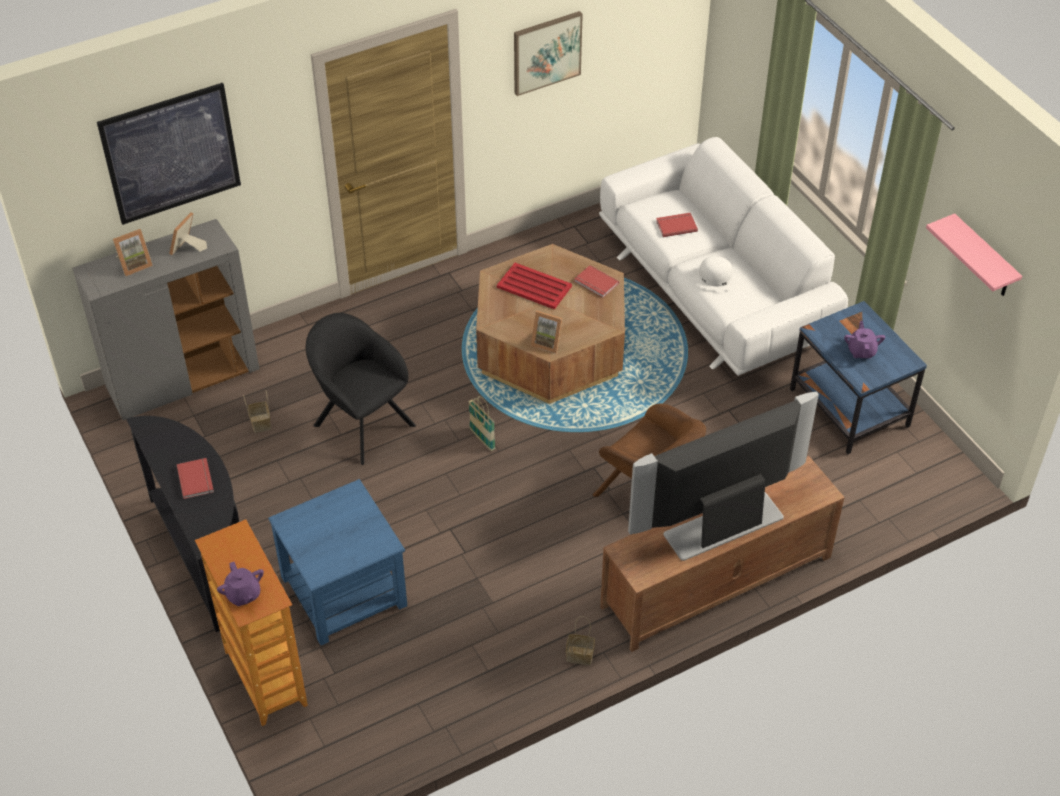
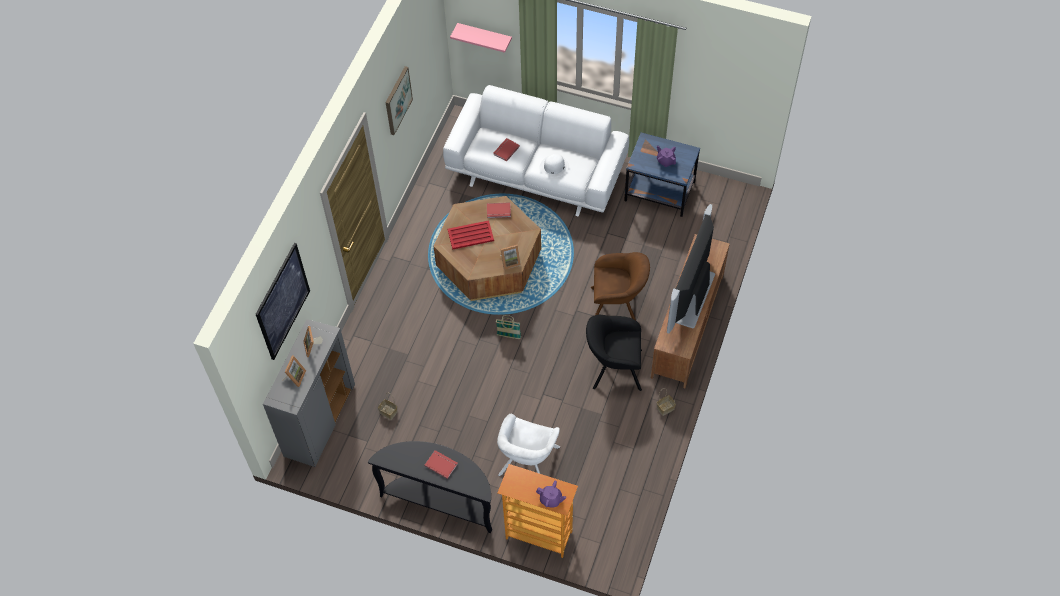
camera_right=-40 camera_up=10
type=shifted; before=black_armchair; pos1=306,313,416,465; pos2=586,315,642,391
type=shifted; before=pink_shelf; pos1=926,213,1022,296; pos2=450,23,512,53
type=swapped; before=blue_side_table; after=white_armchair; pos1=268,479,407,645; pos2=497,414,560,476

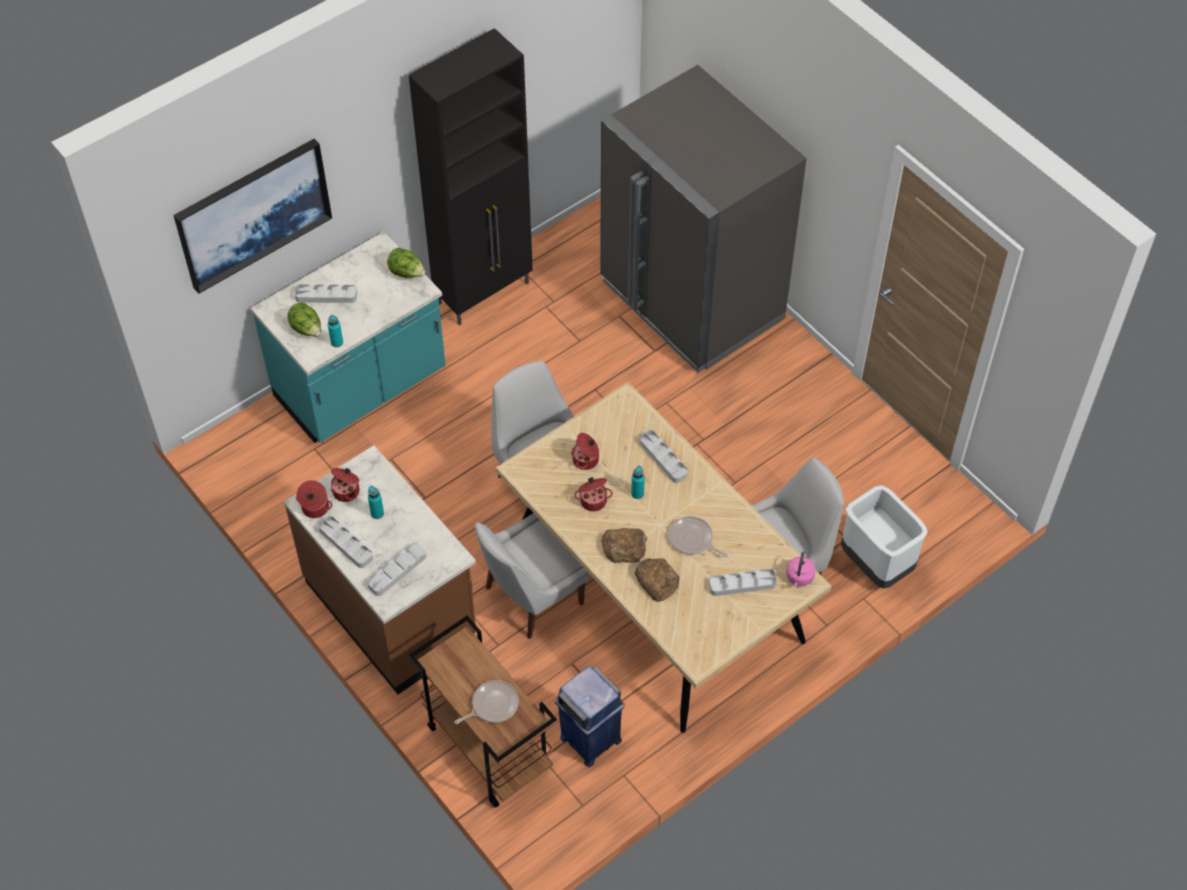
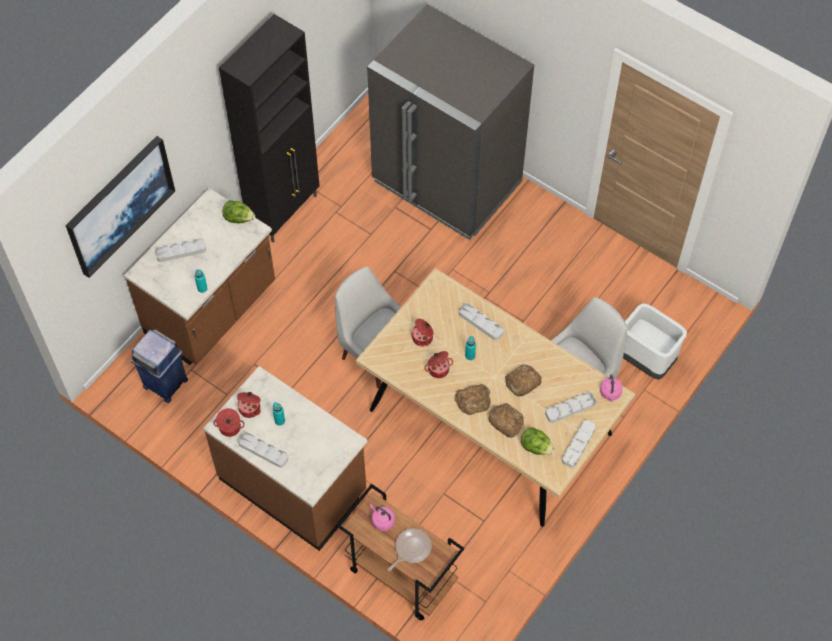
camera_right=-15 camera_up=5
type=gone; before=white_chair; pos1=475,513,589,639
type=new; after=pink_kettle; pos2=370,504,395,531
type=shifted; before=lettuce; pos1=288,302,321,337; pos2=521,427,555,455
type=shifted; before=grey_tray; pos1=367,542,426,596; pos2=562,420,596,468
type=shifted; before=blue_trash_can; pos1=555,666,625,767; pos2=131,329,188,403
type=swapped; before=frying_pan; after=bread; pos1=669,516,728,558; pos2=505,365,542,396
type=repainted; before=turquoise_counter; after=brown_counter; pos1=251,232,446,443; pos2=124,188,275,365

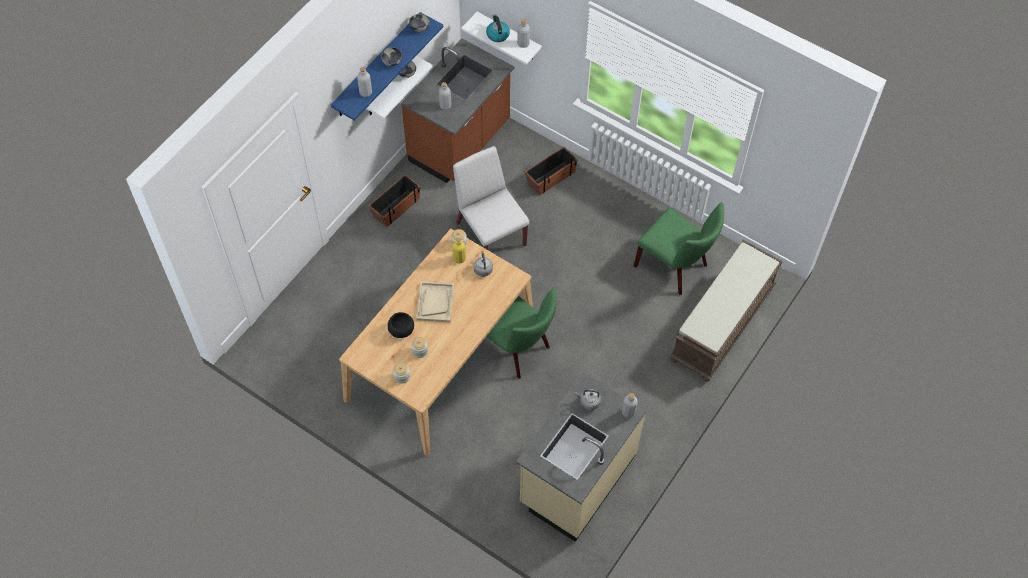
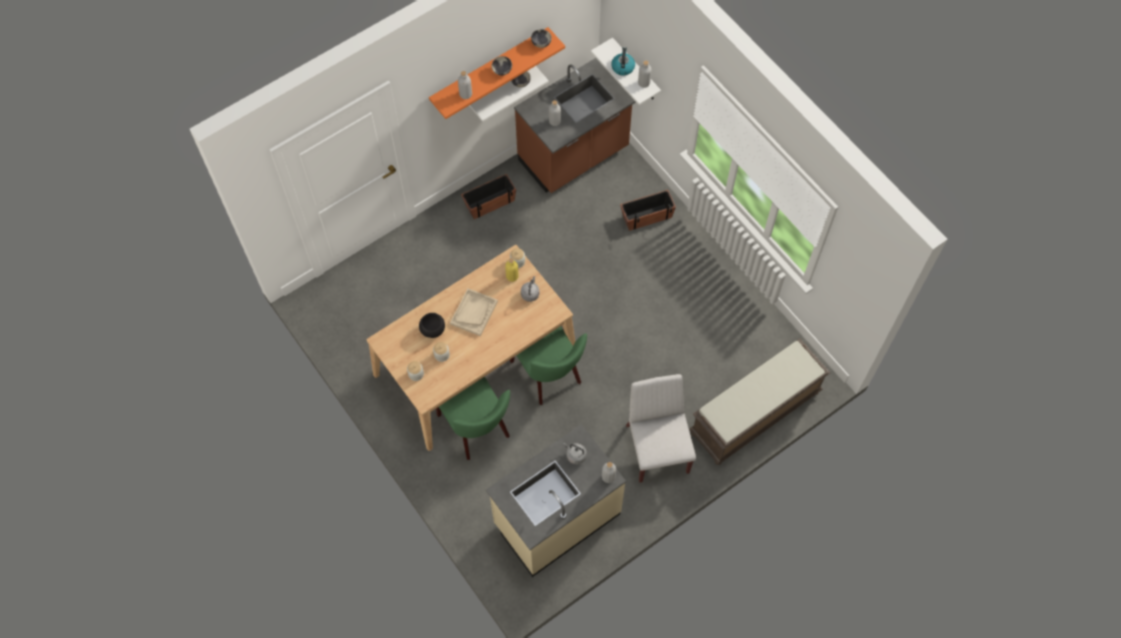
camera_right=20 camera_up=5
type=shifted; before=white_chair; pos1=453,146,530,250; pos2=626,374,696,483
type=shifted; before=green_chair; pos1=634,202,724,295; pos2=436,376,510,460
type=repainted; before=blue_shelf; after=orange_shelf; pos1=330,12,443,121; pos2=429,27,565,119

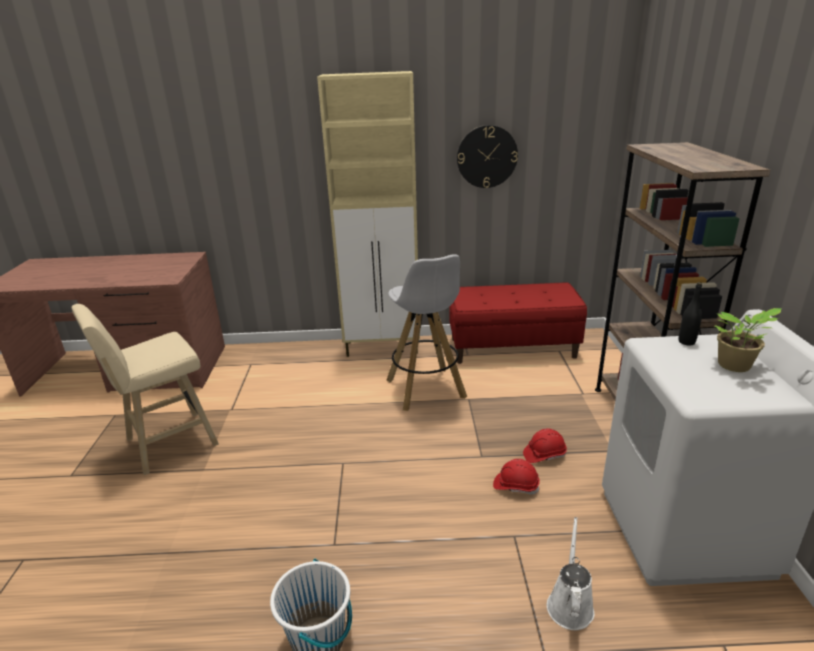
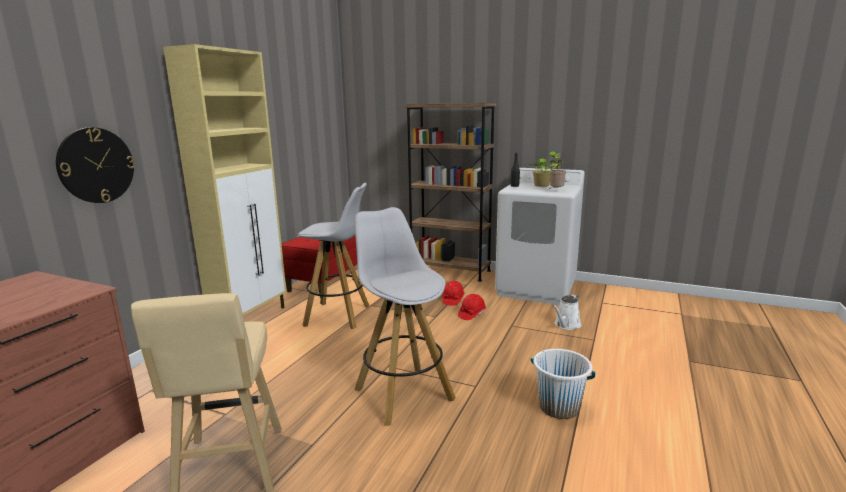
camera_right=-65 camera_up=-10
type=new; after=white_stool; pos2=354,207,456,426
type=new; after=potted_plant; pos2=549,155,566,190
type=shifted; before=wall_clock; pos1=457,125,518,188; pos2=56,127,135,203
type=rotated; before=white_watering_can; pos1=547,517,594,630; pos2=553,294,581,330; turn=-90

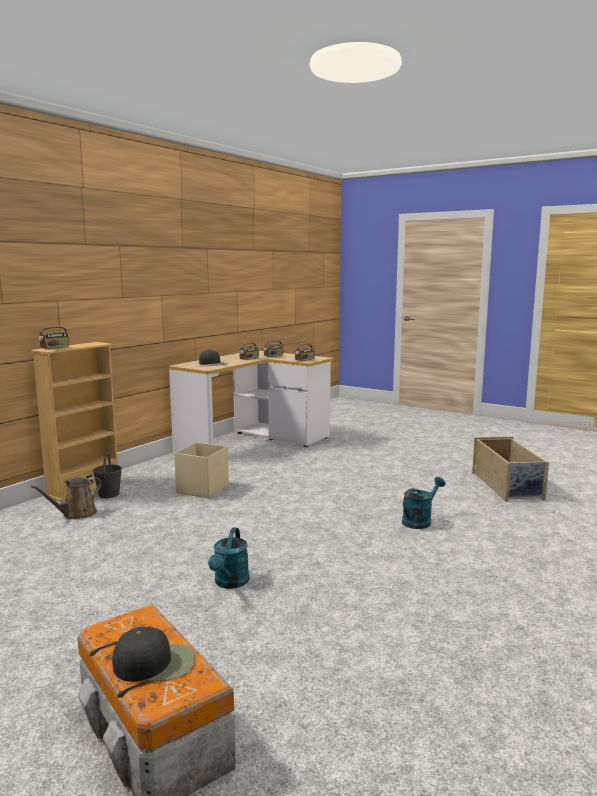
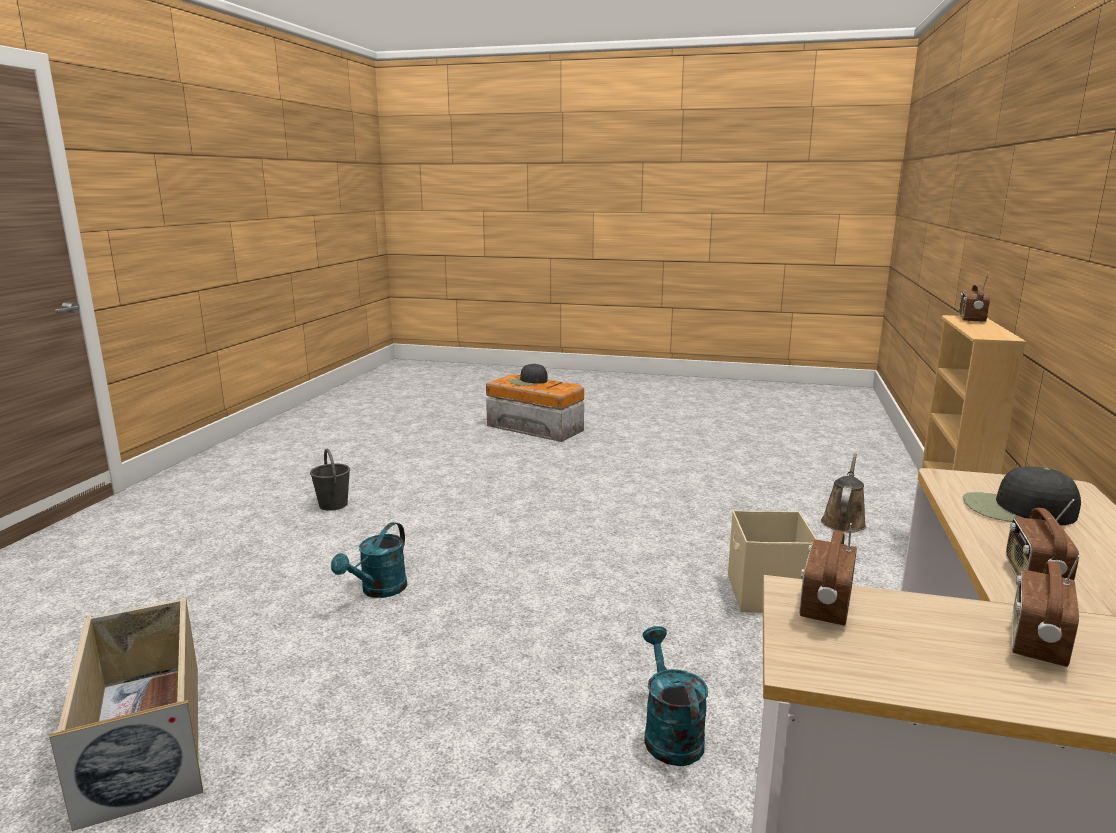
camera_right=160 camera_up=5
type=shifted; before=grey_bucket; pos1=93,453,122,498; pos2=310,448,350,511
type=shifted; before=turquoise_watering_can; pos1=208,528,249,589; pos2=643,626,708,766

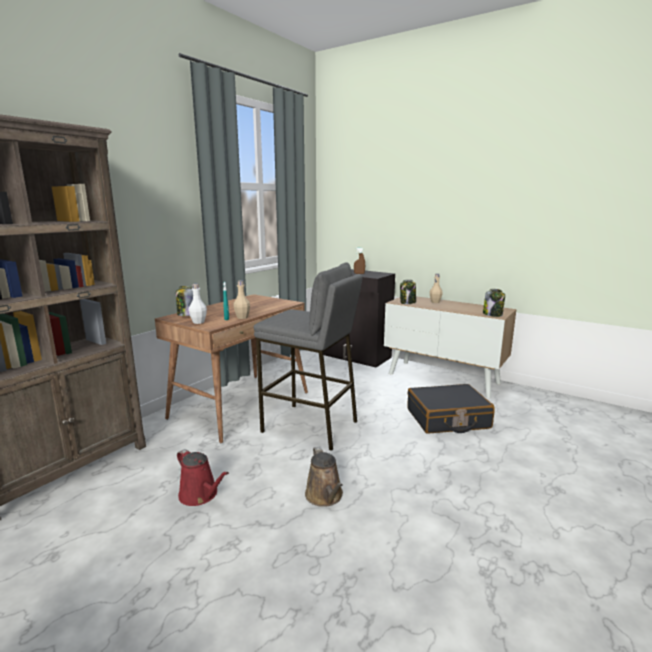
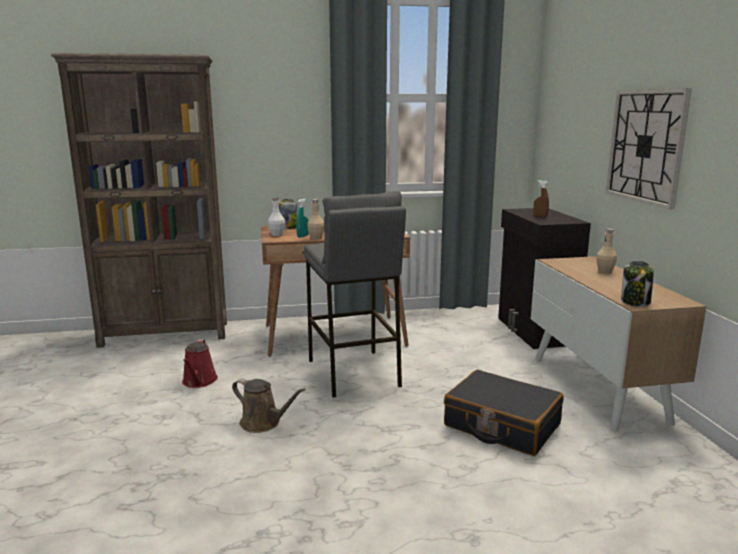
camera_right=45 camera_up=0
type=gone; before=jar; pos1=400,279,416,304
type=new; after=wall_clock; pos2=606,88,692,209
type=rotated; before=brown_watering_can; pos1=305,446,343,507; pos2=232,379,306,433; turn=-90

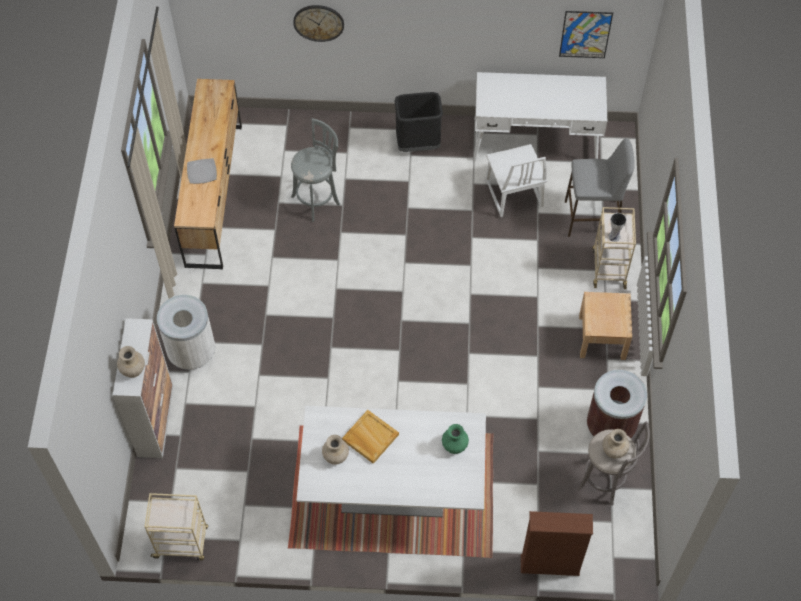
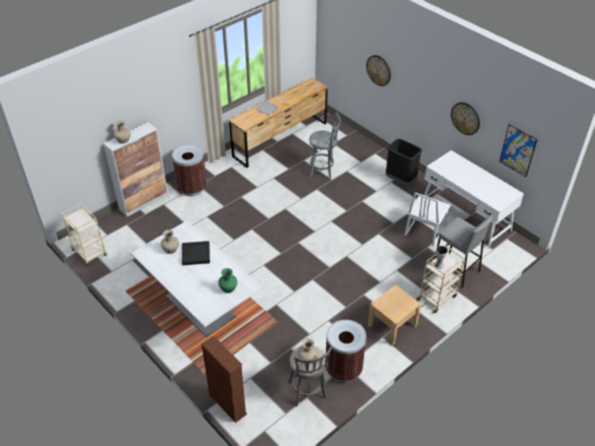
camera_right=45 camera_up=-15
type=new; after=wall_clock; pos2=451,102,480,135
type=repainted; before=white_trash_can; after=brown_trash_can; pos1=157,295,215,370; pos2=172,144,207,196
type=repainted; before=beige_tray; after=black_tray; pos1=342,410,399,464; pos2=182,241,210,265

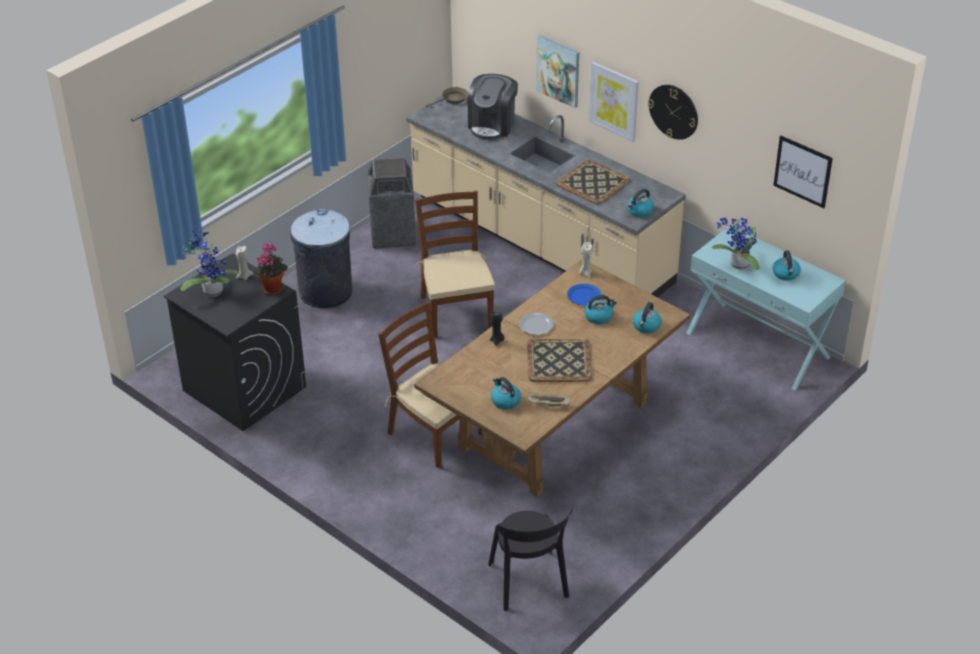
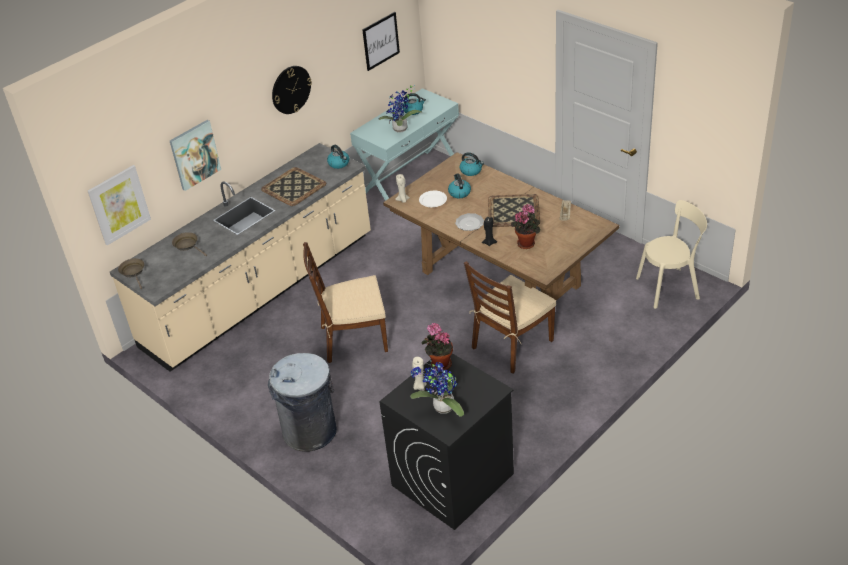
camera_right=-85 camera_up=0
type=gone; before=trash_can; pos1=367,158,416,249
type=gone; before=kettle; pos1=491,377,521,409
type=new; after=potted_plant; pos2=511,204,540,249
type=shifted; before=picture; pos1=589,62,639,142; pos2=87,165,151,245
type=swapped; before=coffee_machine; after=brown_frying_pan; pos1=467,74,518,140; pos2=172,232,207,256
type=repainted; before=black_chair; after=beige_chair; pos1=488,509,573,611; pos2=636,200,707,309
type=repainted; before=blue_plate; after=white_plate; pos1=567,284,602,306; pos2=419,191,447,207

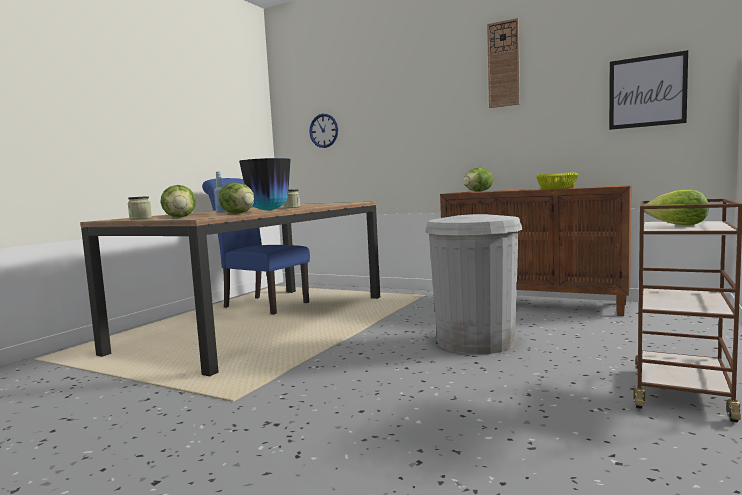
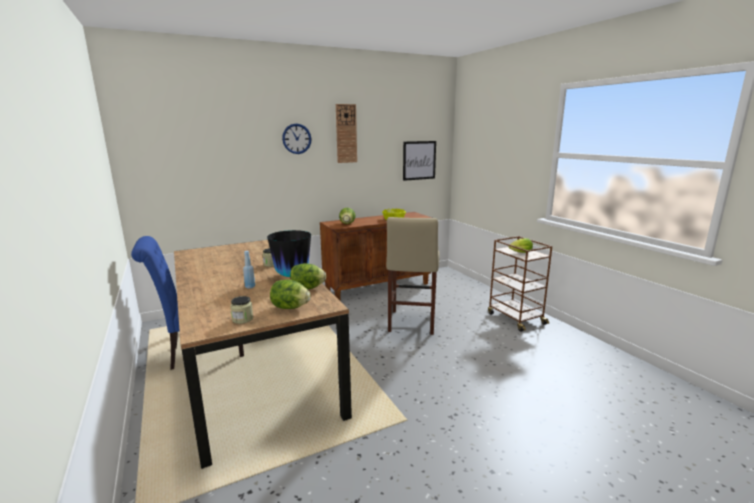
camera_right=-55 camera_up=10
type=shifted; before=wall_clock; pos1=309,114,338,148; pos2=282,124,311,154
type=swapped; before=white_trash_can; after=beige_stool; pos1=425,214,523,354; pos2=386,217,440,335

